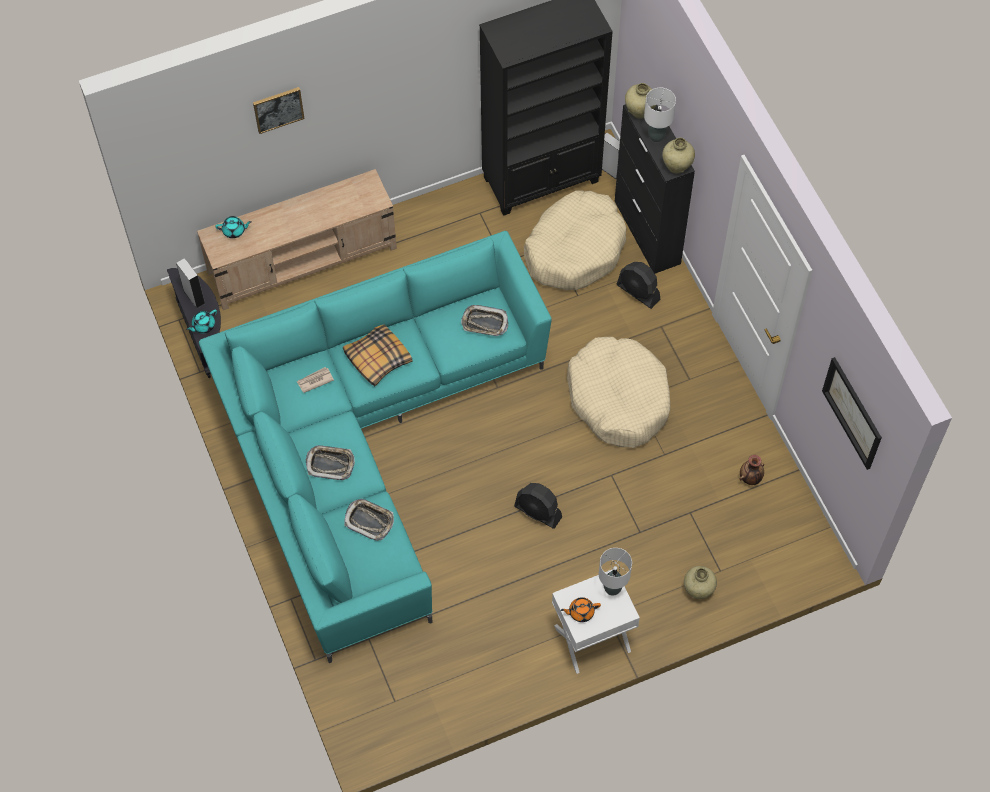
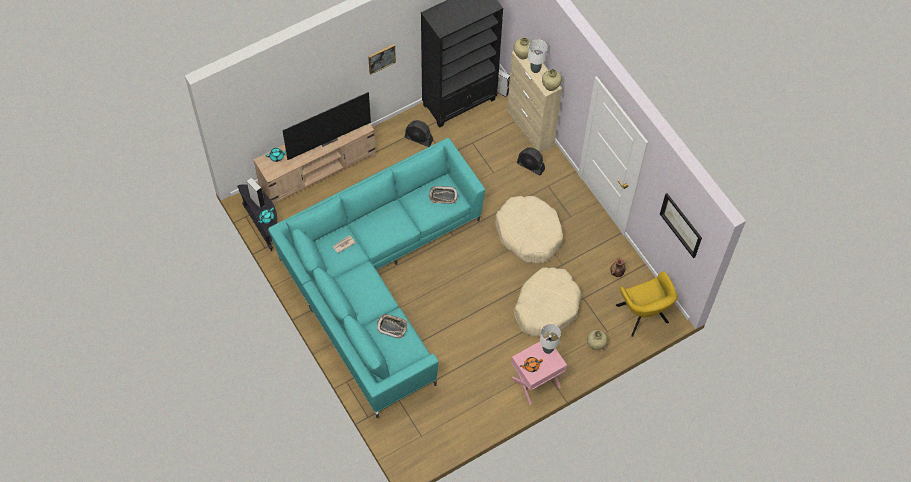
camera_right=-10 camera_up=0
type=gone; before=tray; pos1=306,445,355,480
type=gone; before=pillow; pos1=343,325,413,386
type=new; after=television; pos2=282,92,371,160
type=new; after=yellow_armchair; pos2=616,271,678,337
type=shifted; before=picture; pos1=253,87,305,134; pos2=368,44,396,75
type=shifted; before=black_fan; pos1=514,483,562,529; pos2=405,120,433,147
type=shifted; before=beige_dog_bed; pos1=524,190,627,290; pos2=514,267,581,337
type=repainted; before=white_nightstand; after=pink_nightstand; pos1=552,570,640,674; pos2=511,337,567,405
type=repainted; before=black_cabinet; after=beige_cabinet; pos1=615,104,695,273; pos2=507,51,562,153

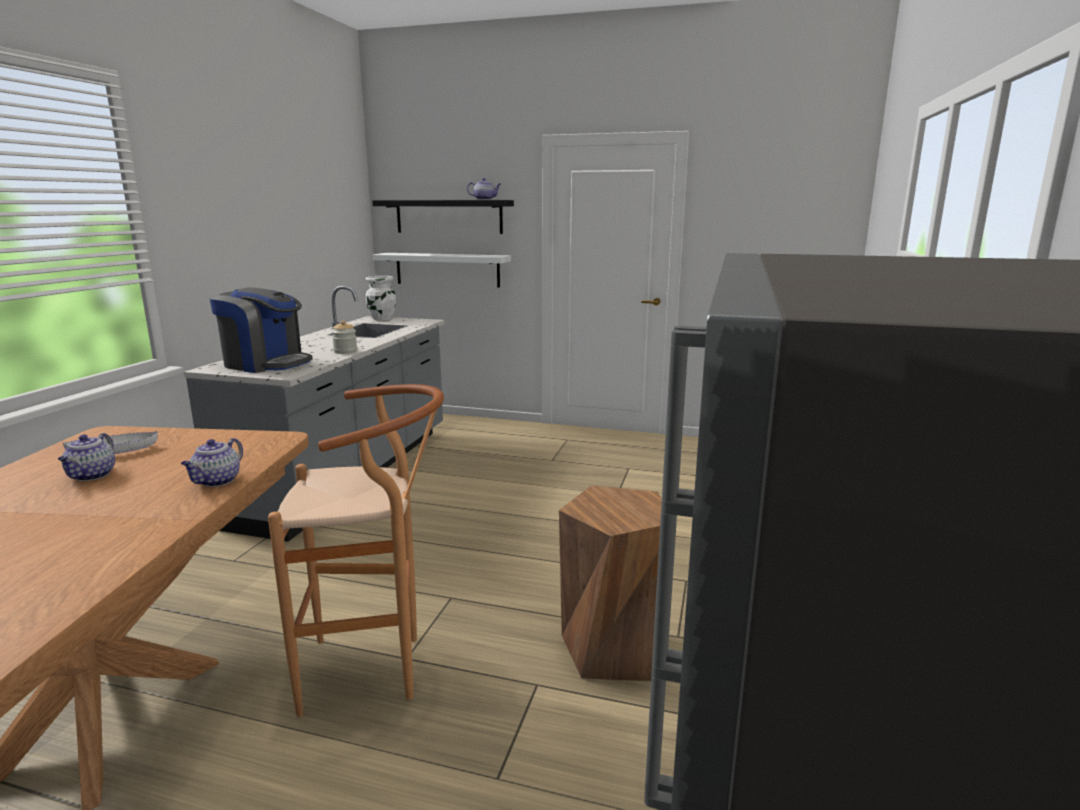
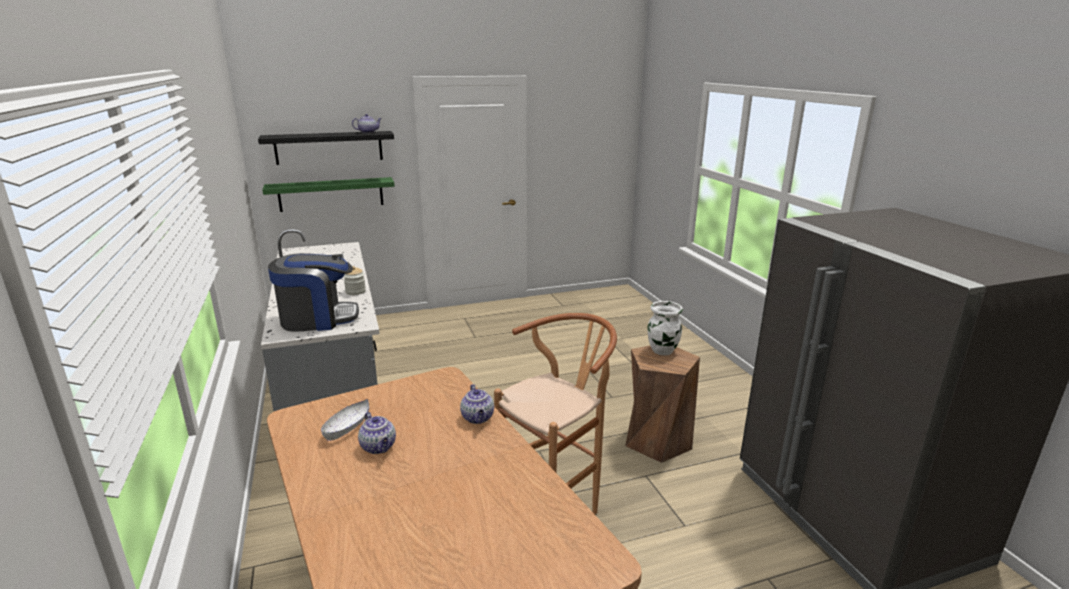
camera_right=-35 camera_up=5
type=shifted; before=white_vase; pos1=365,276,396,321; pos2=647,301,683,355
type=repainted; before=white_shelf; after=green_shelf; pos1=373,253,511,287; pos2=262,177,395,212

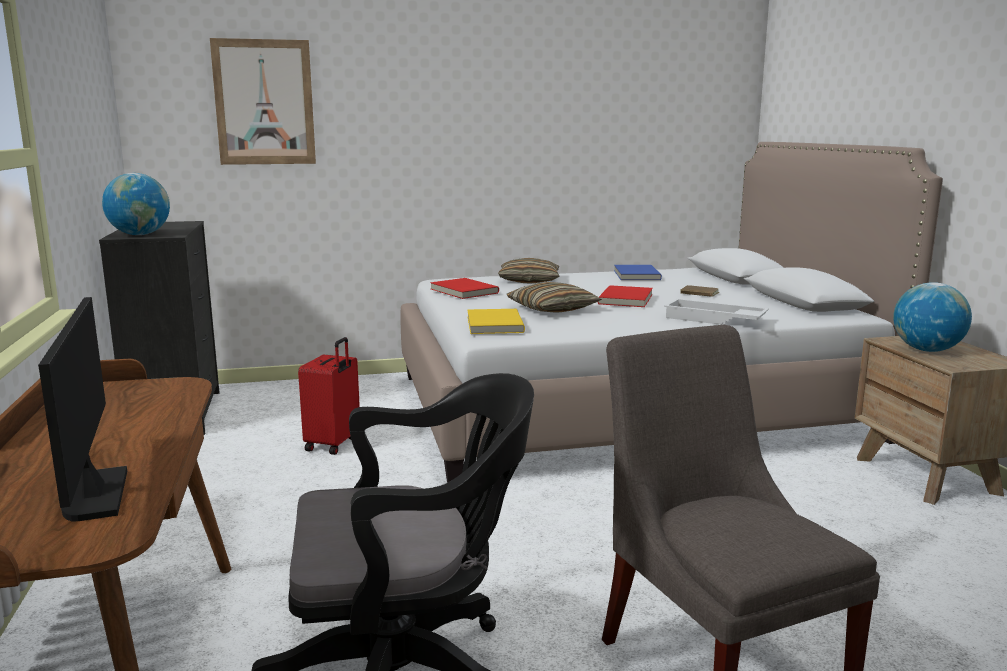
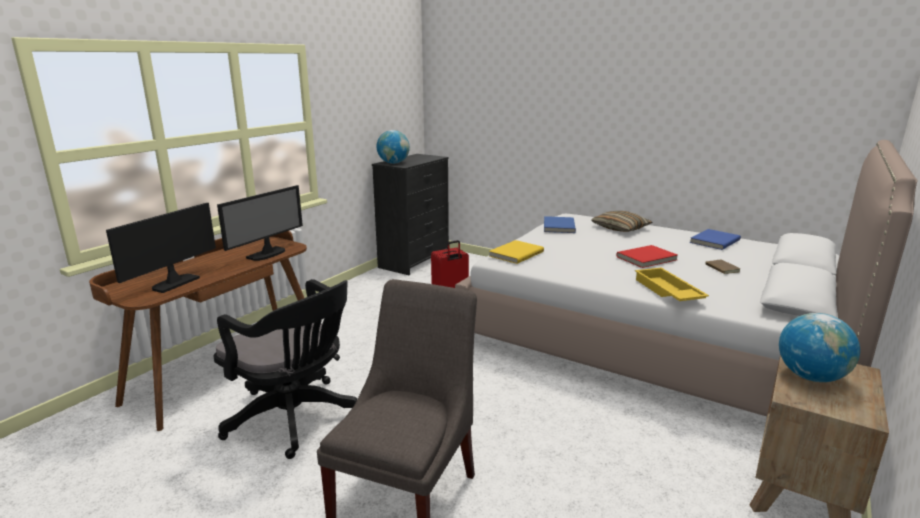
camera_right=45 camera_up=5
type=gone; before=picture; pos1=210,38,316,165
type=gone; before=pillow; pos1=507,282,602,313
type=new; after=monitor; pos2=217,185,303,261
type=repainted; before=red_book; after=blue_book; pos1=430,278,499,299; pos2=544,216,576,233
type=repainted; before=white_tray; after=yellow_tray; pos1=664,299,769,325; pos2=635,268,709,301

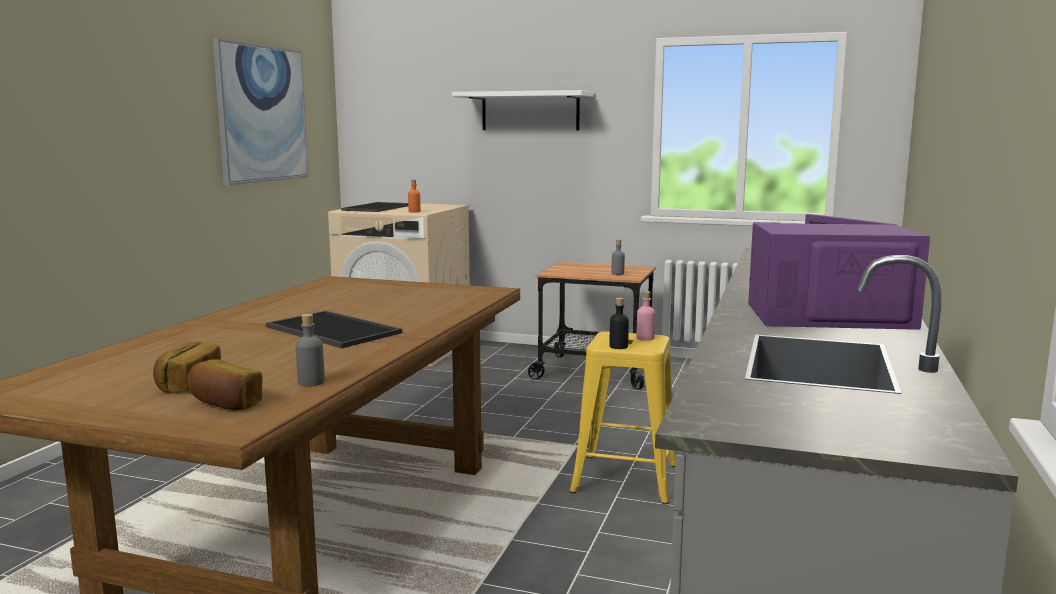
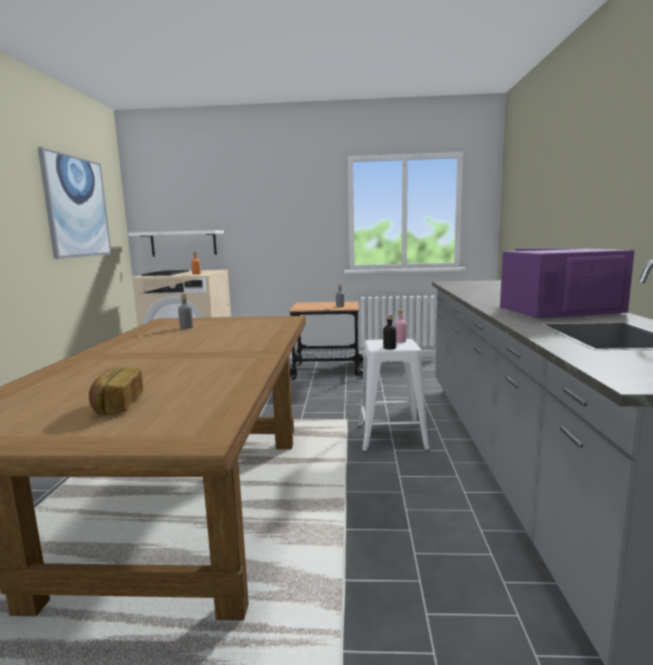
camera_right=-15 camera_up=0
type=gone; before=bread; pos1=187,359,263,411
type=gone; before=tray; pos1=266,311,402,348
type=shifted; before=grey_bottle; pos1=295,314,325,387; pos2=178,294,193,329
type=shifted; before=white_shelf; pos1=452,90,594,131; pos2=128,230,224,256
type=repainted; before=yellow_stool; after=white_stool; pos1=570,331,676,505; pos2=358,339,430,452

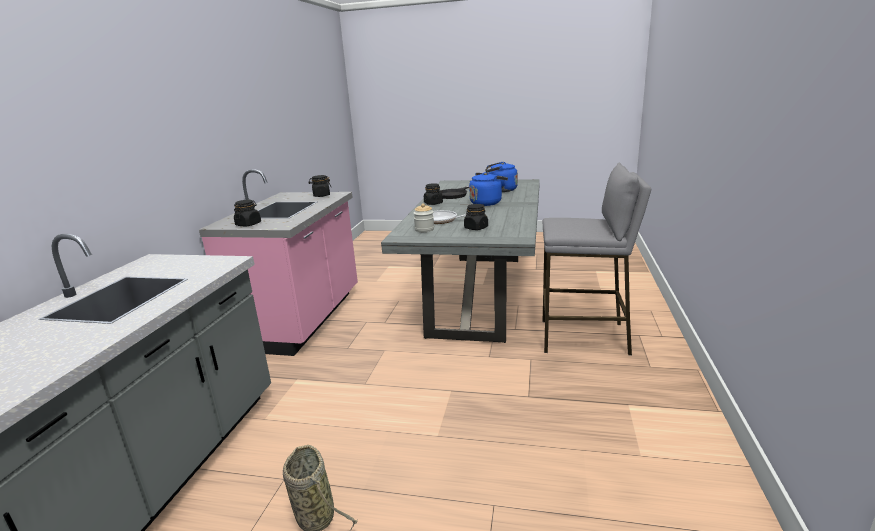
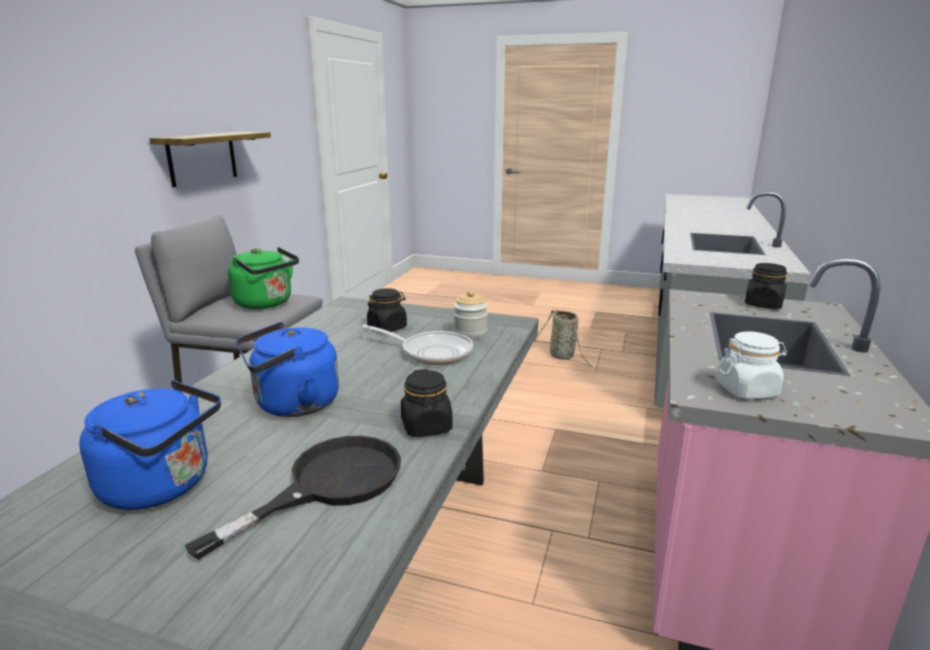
camera_right=-175 camera_up=0
type=new; after=shelf; pos2=149,132,271,188
type=new; after=green_kettle; pos2=228,247,299,309
type=repainted; before=black_jar; after=white_jar; pos1=308,175,331,197; pos2=716,331,787,399

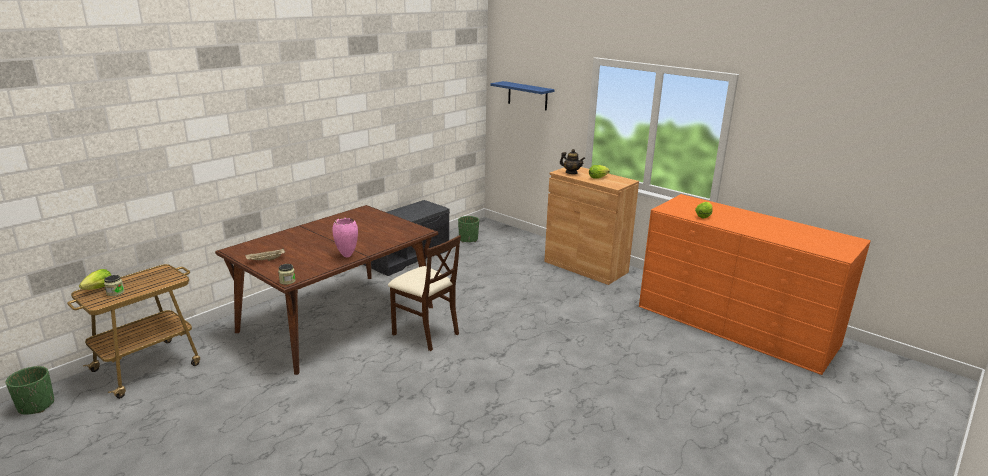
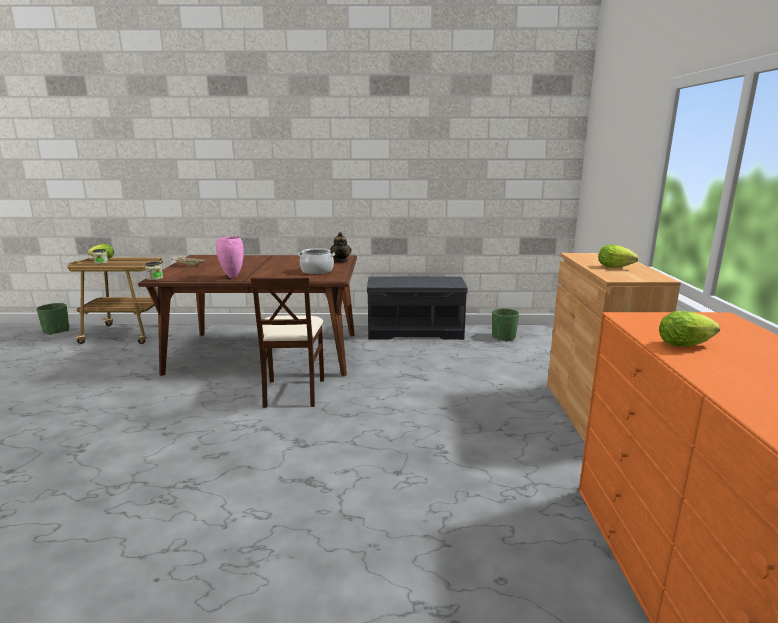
camera_right=50 camera_up=-5
type=gone; before=blue_shelf; pos1=490,81,555,111
type=new; after=cooking_pot; pos2=298,248,335,274
type=shifted; before=teapot; pos1=560,149,585,174; pos2=330,232,352,262

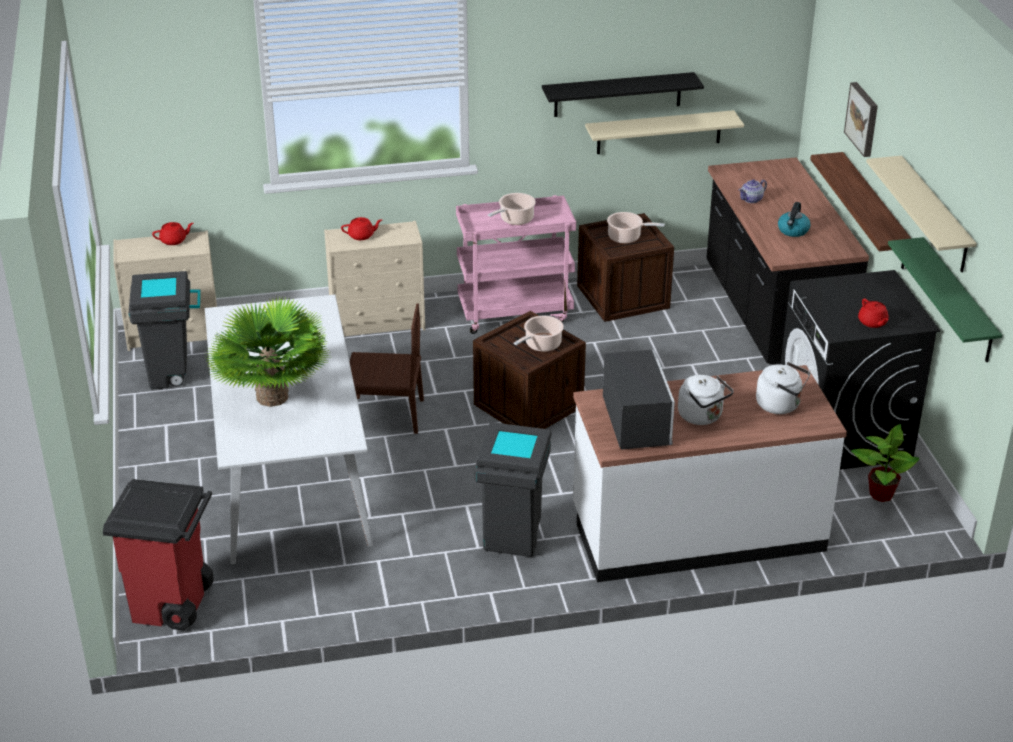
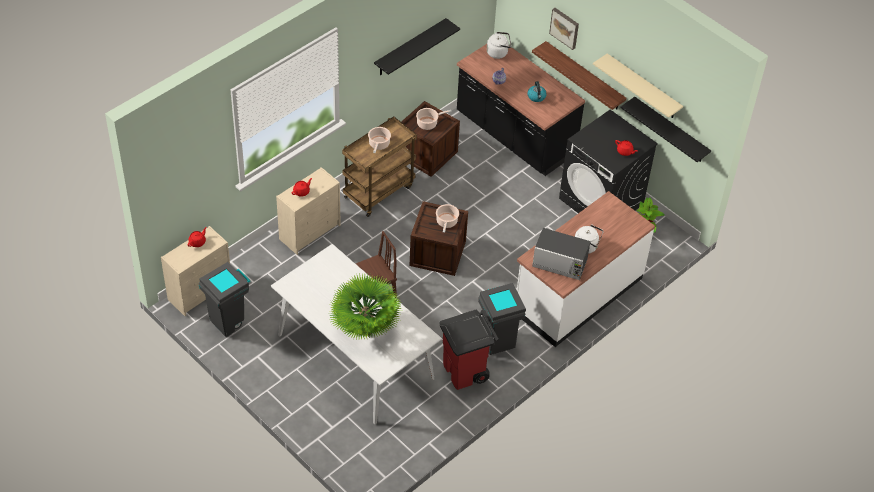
camera_right=-35 camera_up=15
type=gone; before=beige_shelf; pos1=585,110,744,154
type=shifted; before=red_trash_can; pos1=103,479,214,630; pos2=439,310,499,390
type=shifted; before=white_kettle; pos1=756,362,810,414; pos2=487,32,512,59
type=repainted; before=pink_cart; after=brown_cart; pos1=456,195,576,334; pos2=342,117,417,217
type=repainted; before=green_shelf; after=black_shelf; pos1=888,237,1003,362; pos2=620,97,711,162
type=rotated; before=microwave; pos1=603,350,675,450; pos2=532,228,591,280; turn=150

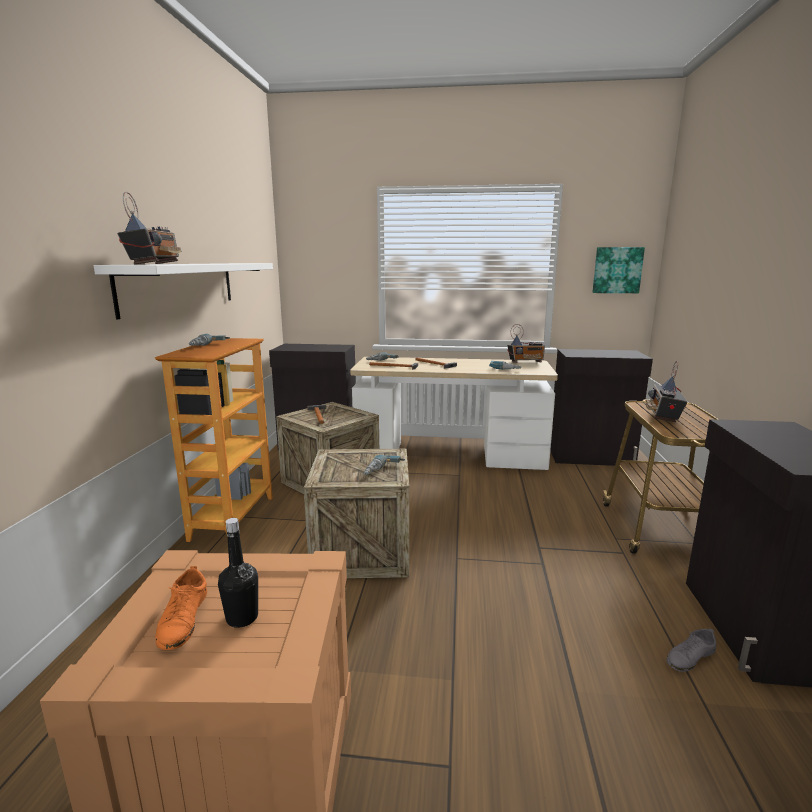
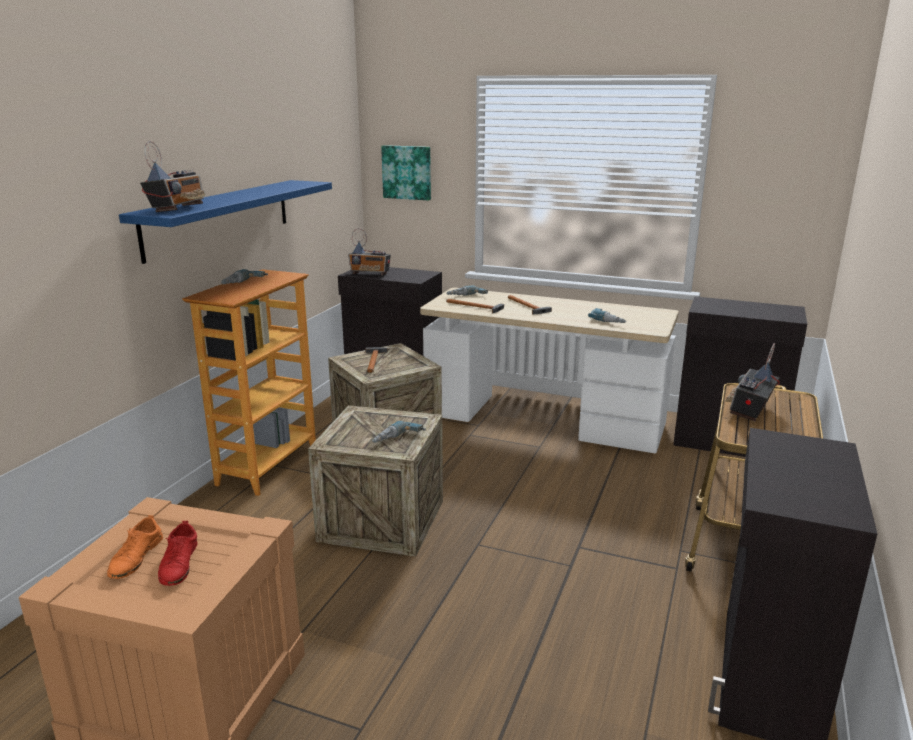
camera_right=15 camera_up=5
type=gone; before=grey_shoe; pos1=666,628,717,672
type=shifted; before=radio; pos1=507,324,545,363; pos2=348,228,391,275
type=shifted; before=picture; pos1=592,247,645,293; pos2=381,145,431,200
type=swapped; before=black_bottle; after=red_shoe; pos1=218,518,258,628; pos2=158,521,198,586
type=repainted; before=white_shelf; after=blue_shelf; pos1=94,263,273,320; pos2=119,180,332,264

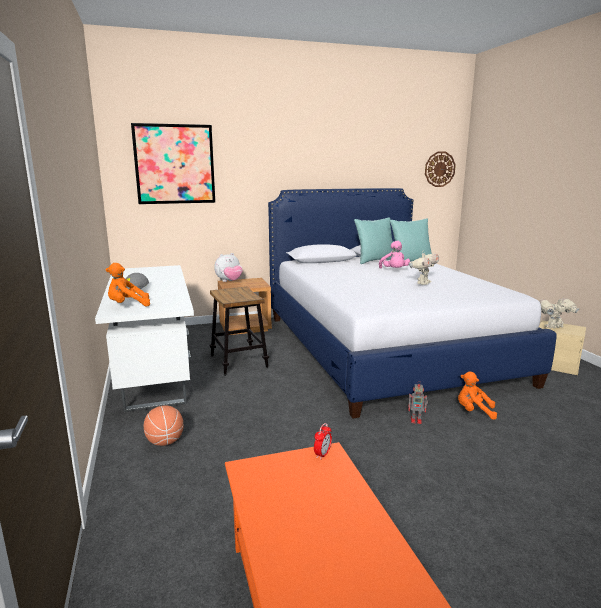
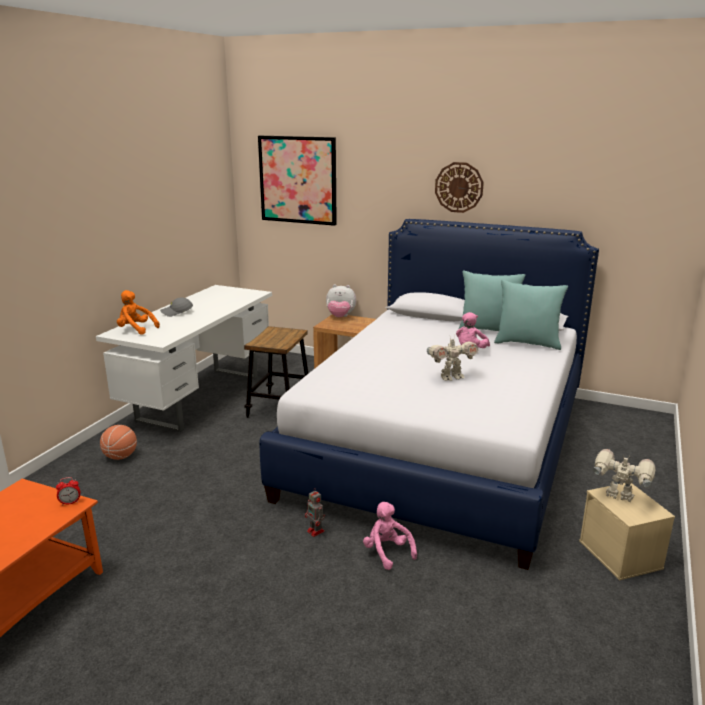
camera_right=40 camera_up=5
type=shifted; before=wall_clock; pos1=425,152,456,187; pos2=435,162,484,213
type=repainted; before=orange_plush_toy; after=pink_plush_toy; pos1=458,372,497,420; pos2=363,502,417,570

